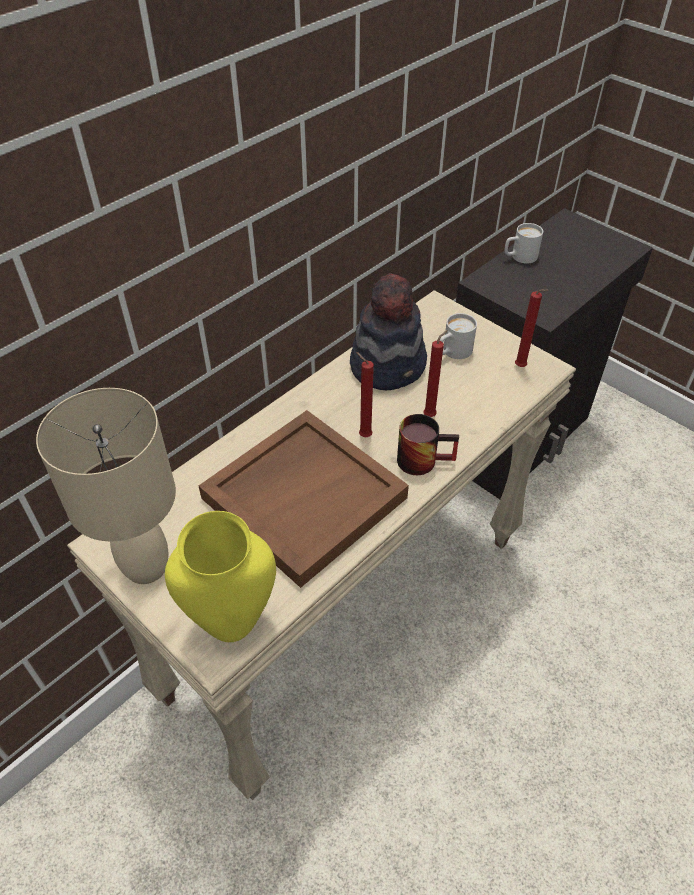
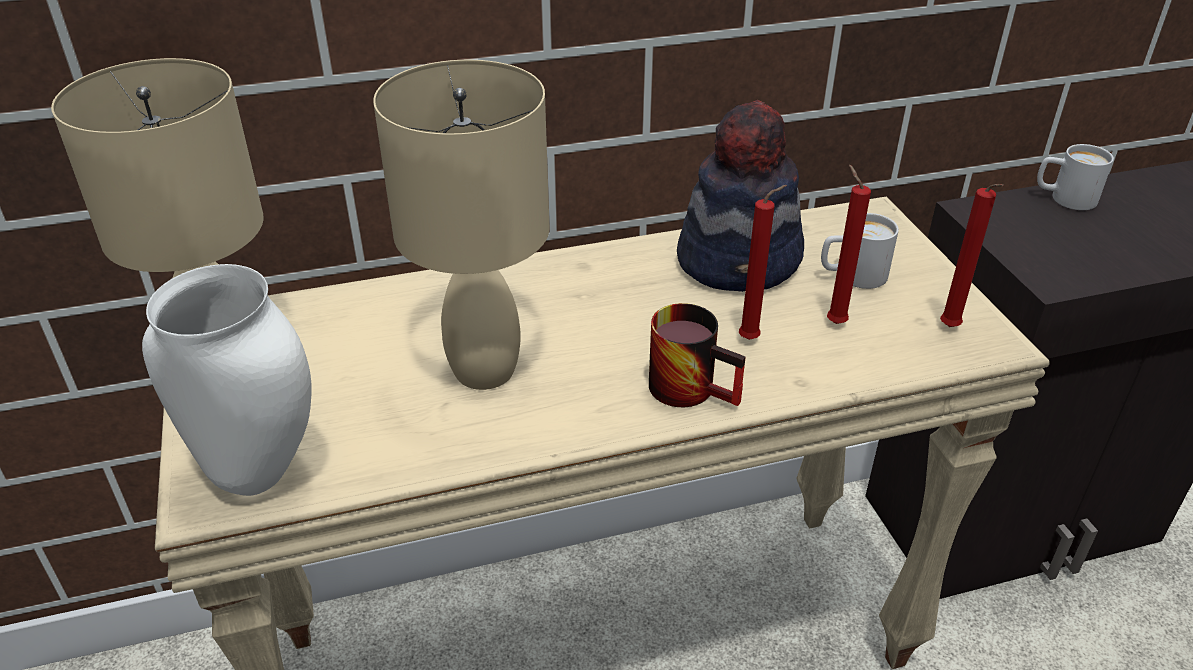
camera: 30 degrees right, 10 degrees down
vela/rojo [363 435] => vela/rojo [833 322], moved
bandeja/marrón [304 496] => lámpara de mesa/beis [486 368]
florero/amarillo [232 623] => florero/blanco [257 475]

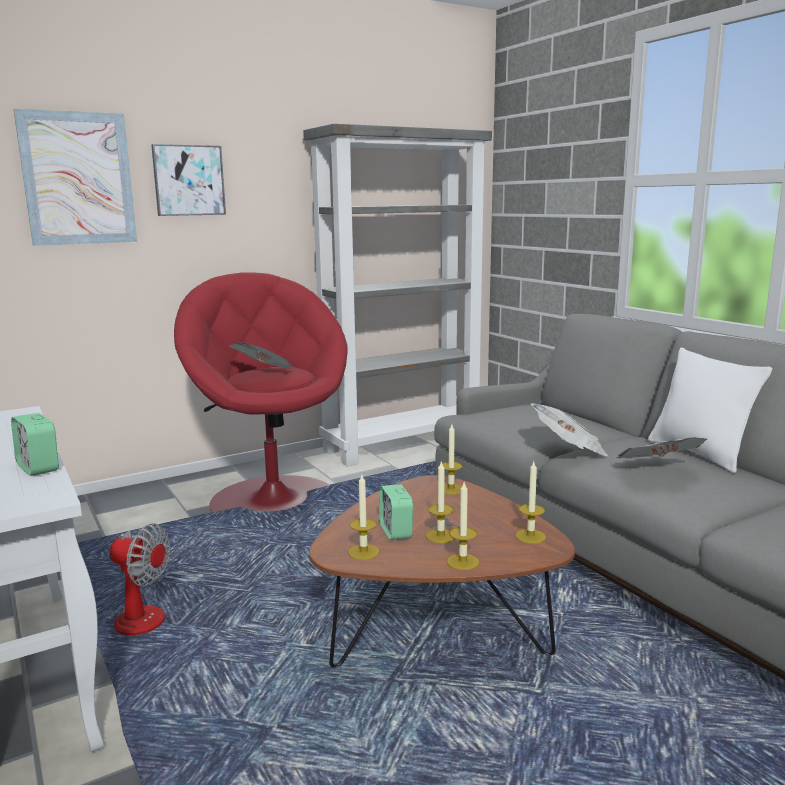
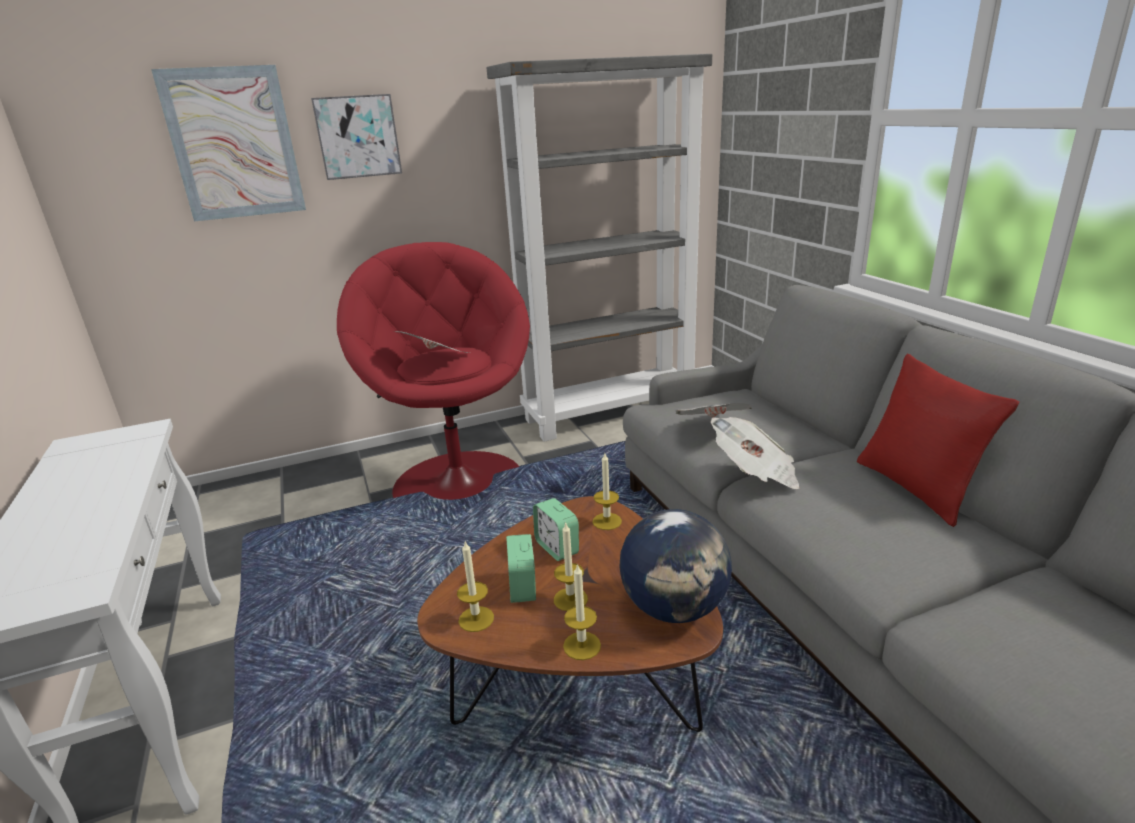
camera: 10 degrees right, 10 degrees up
ventilador [139 613] => nothing
despertador [38 468] => despertador [557 547], moved
periódico [657 470] => periódico [711 429], moved
vela [530 536] => globo terráqueo [674 608]
cojín/blanco [699 453] => cojín/rojo [916 488]

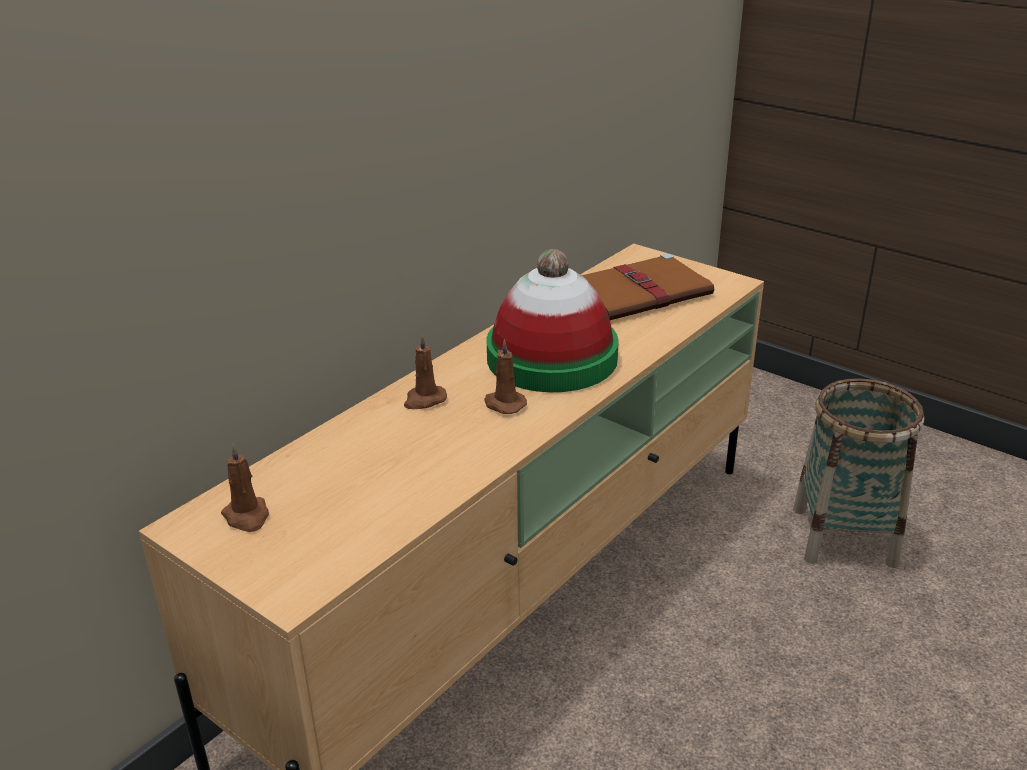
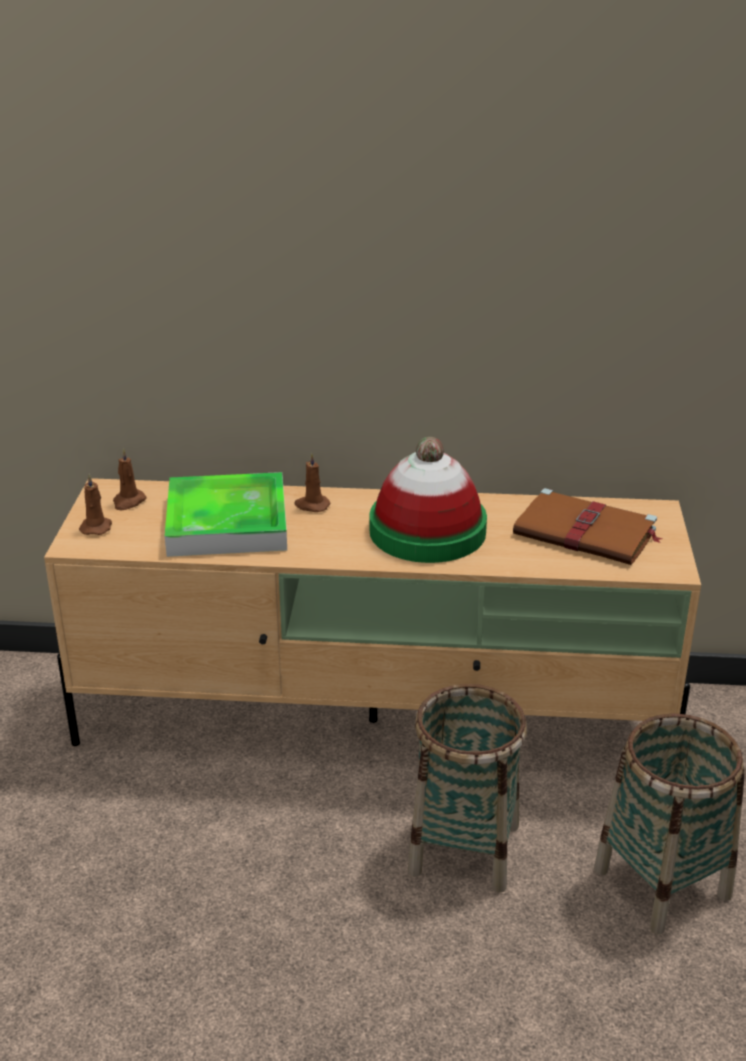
camera: 55 degrees right, 0 degrees up
nothing => bandeja [227 522]
nothing => cesta [464 849]
vela/marrón [503 404] => vela/marrón [96 527], moved

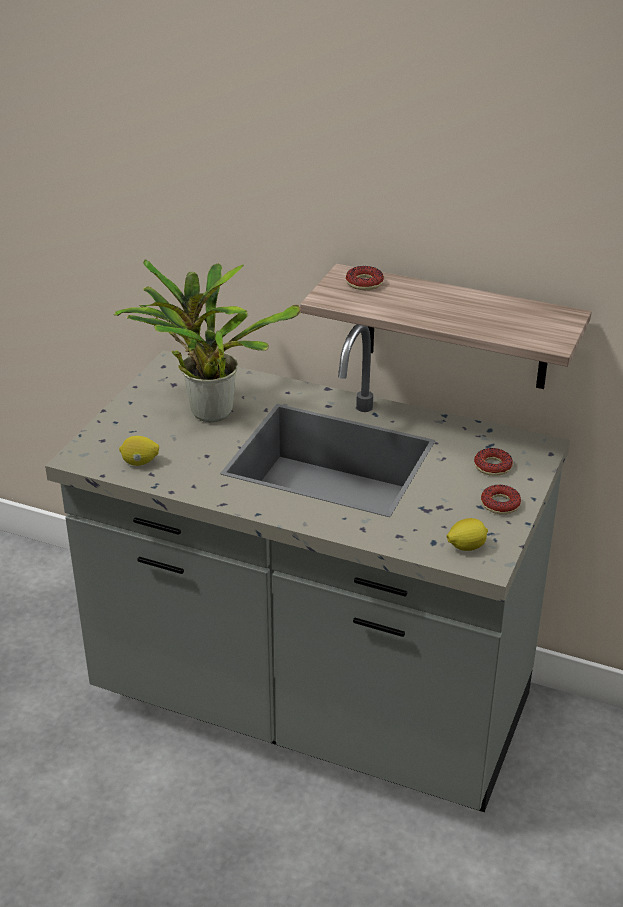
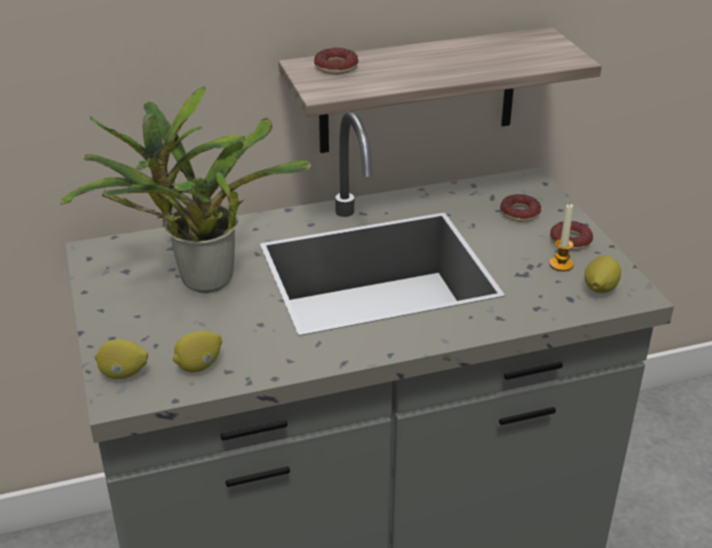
camera: 40 degrees left, 0 degrees up
nothing => limón [123 374]
nothing => vela [561 264]

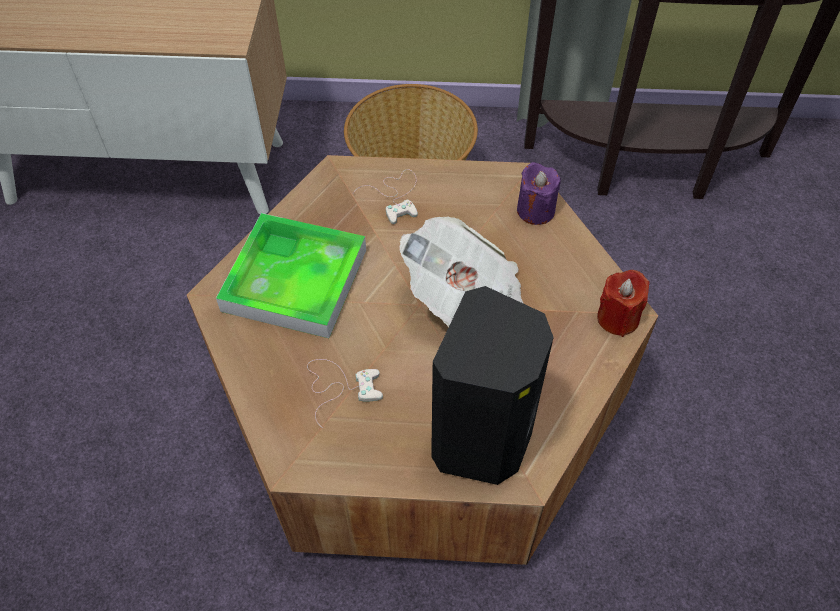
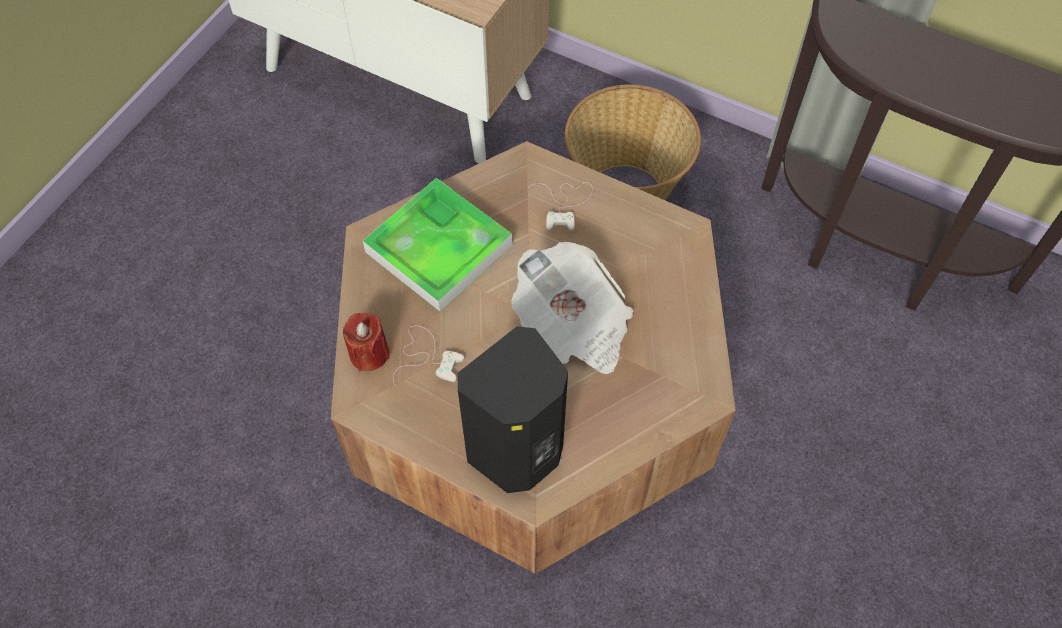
camera: 25 degrees right, 5 degrees up
vela/morado [535 210] => nothing
vela/rojo [618 318] => vela/rojo [369 353], moved

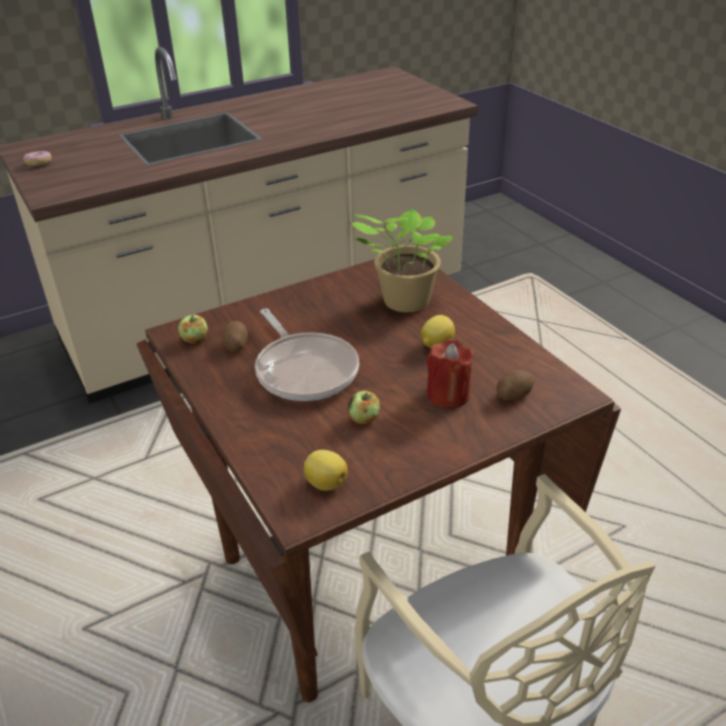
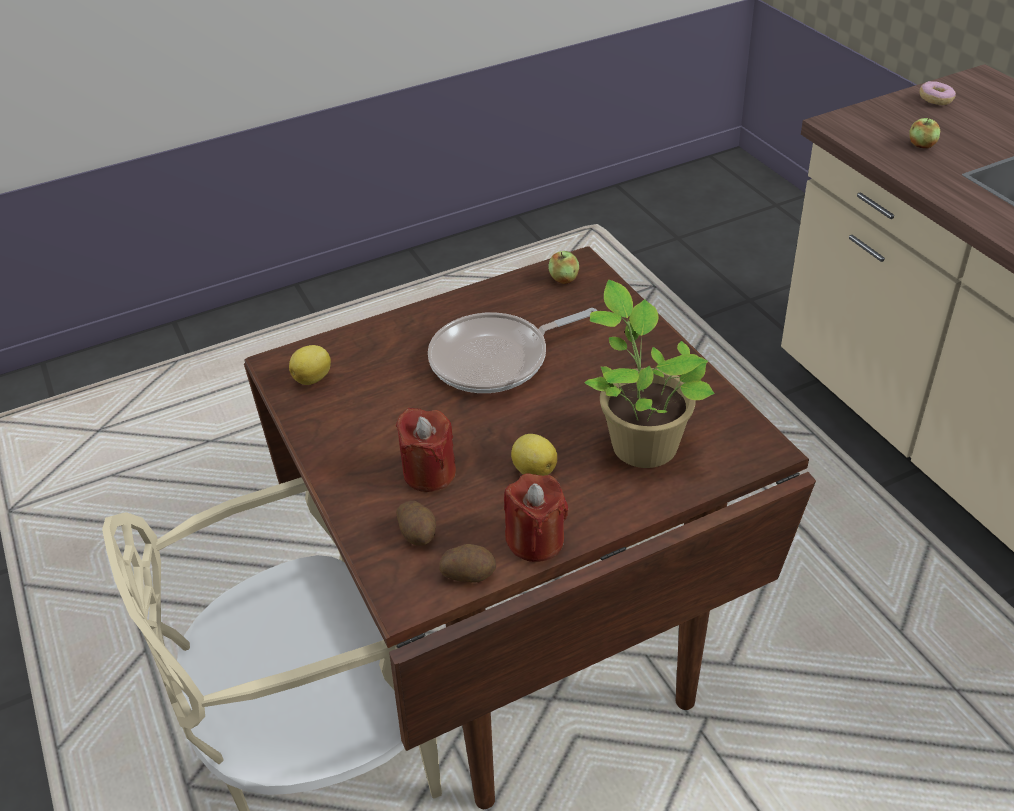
camera: 95 degrees right, 5 degrees up
nothing => vela/rojo [536 540]
patata [235 345] => patata [468 573], moved
manzana [364 419] => manzana [921 145], moved

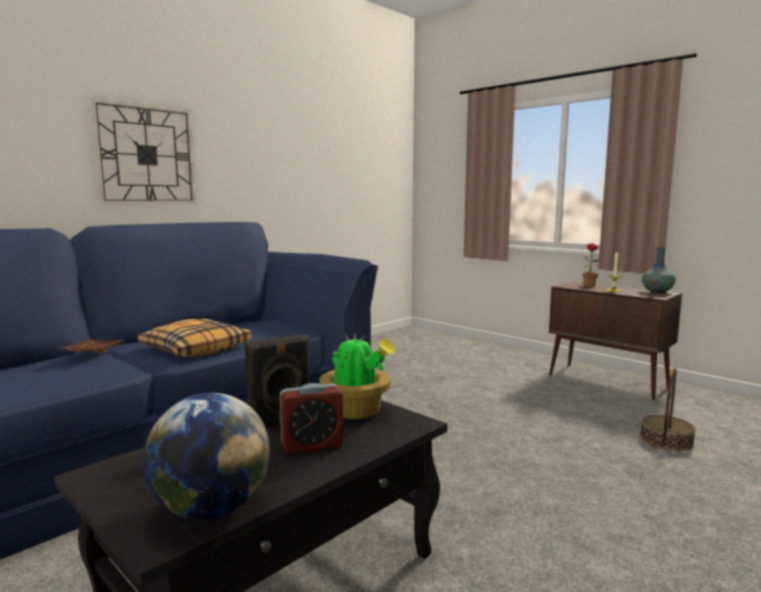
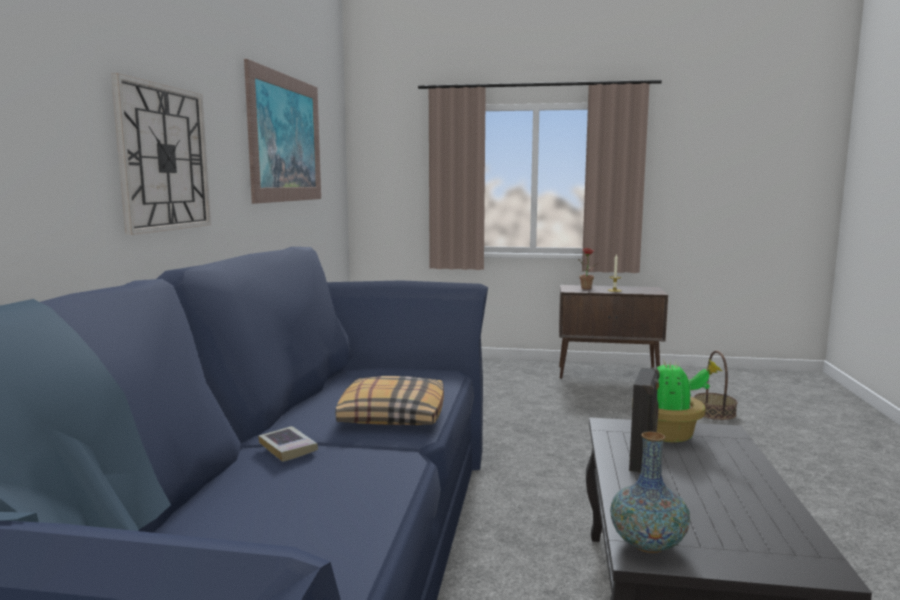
camera: 35 degrees left, 0 degrees up
globo terráqueo [211 509] => nothing
despertador [312 445] => nothing
nothing => cuadro [286 139]
florero [657 292] => florero [648 544], moved
bandeja/marrón [93 353] => libro [288 448]

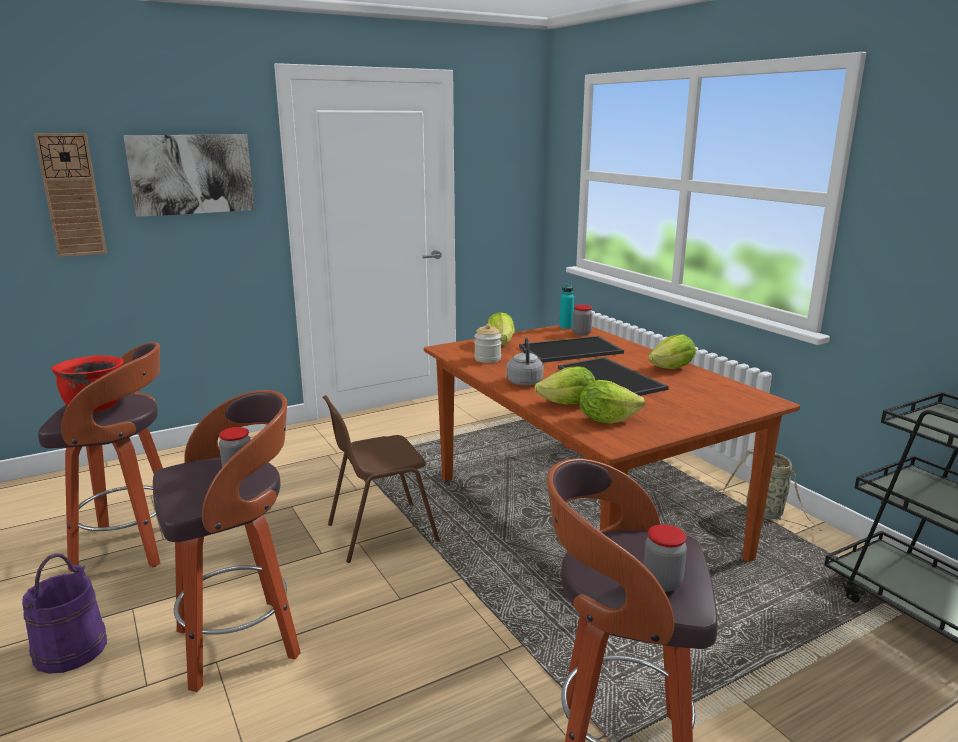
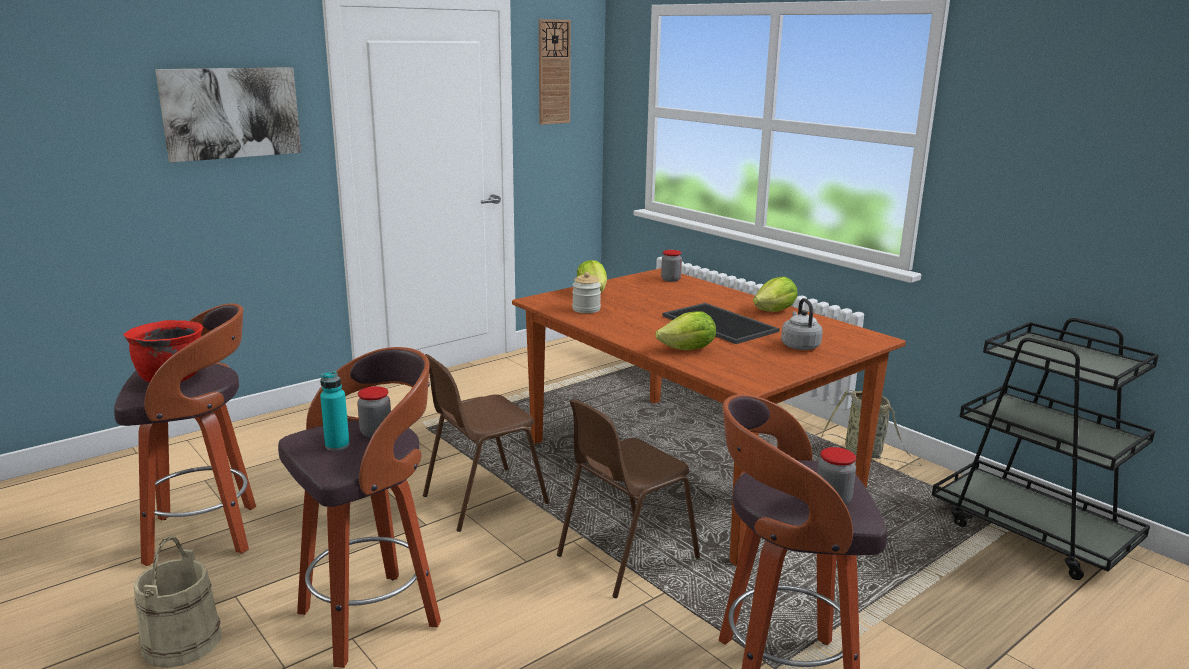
camera: 10 degrees left, 0 degrees up
bandeja [570 350] => nothing
lechuga [606 420] => nothing
nothing => silla/marrón [625 556]
reloj de pared [71 195] => reloj de pared [553 72], moved
hervidor/gris [524 381] => hervidor/gris [799 345], moved
botella/turquesa [566 327] => botella/turquesa [337 445], moved
cubo/morado [70 649] => cubo/beis [181 642]

